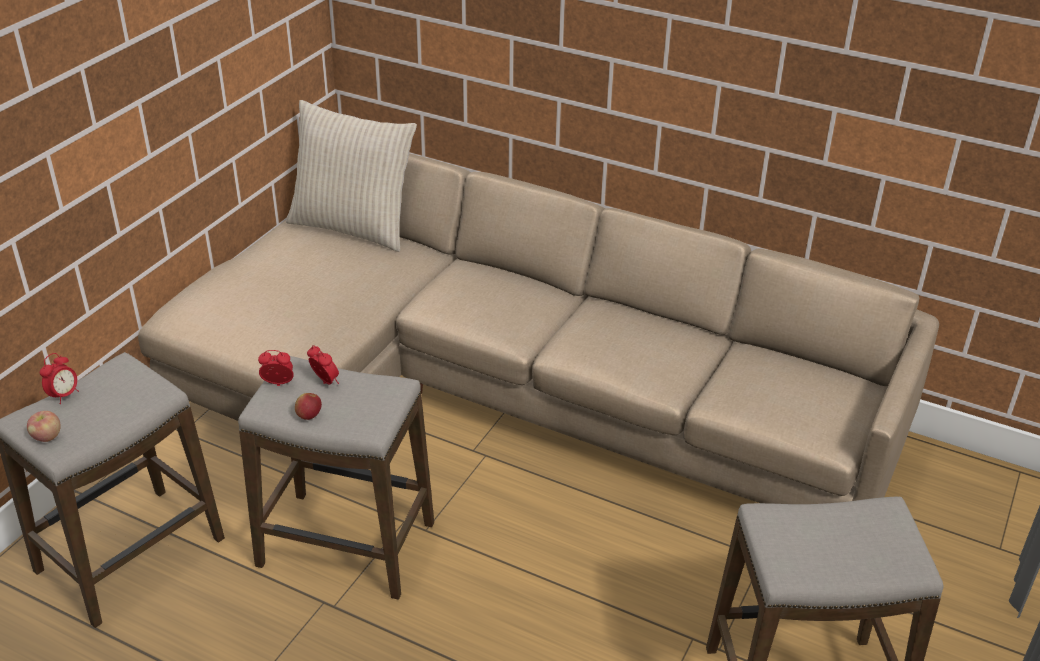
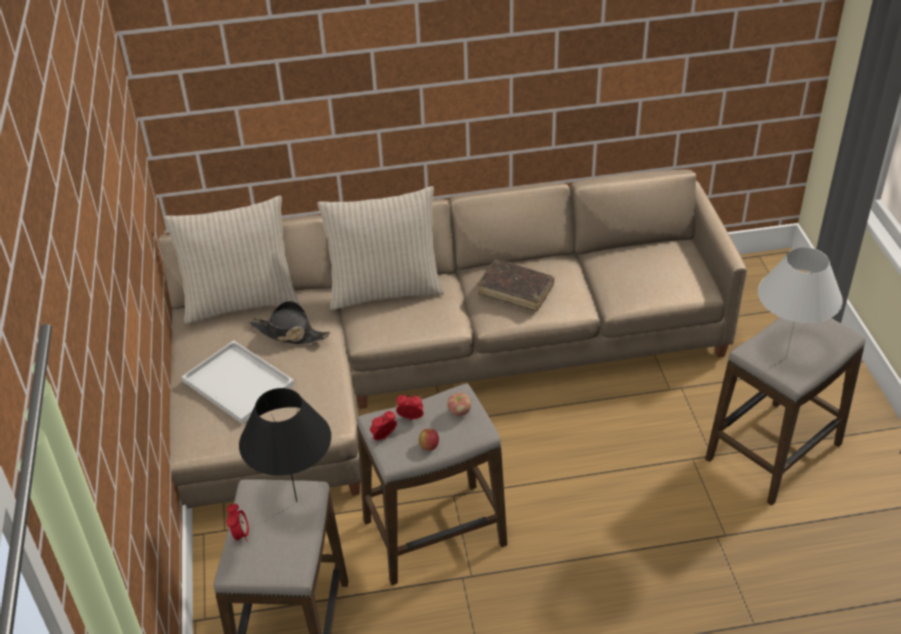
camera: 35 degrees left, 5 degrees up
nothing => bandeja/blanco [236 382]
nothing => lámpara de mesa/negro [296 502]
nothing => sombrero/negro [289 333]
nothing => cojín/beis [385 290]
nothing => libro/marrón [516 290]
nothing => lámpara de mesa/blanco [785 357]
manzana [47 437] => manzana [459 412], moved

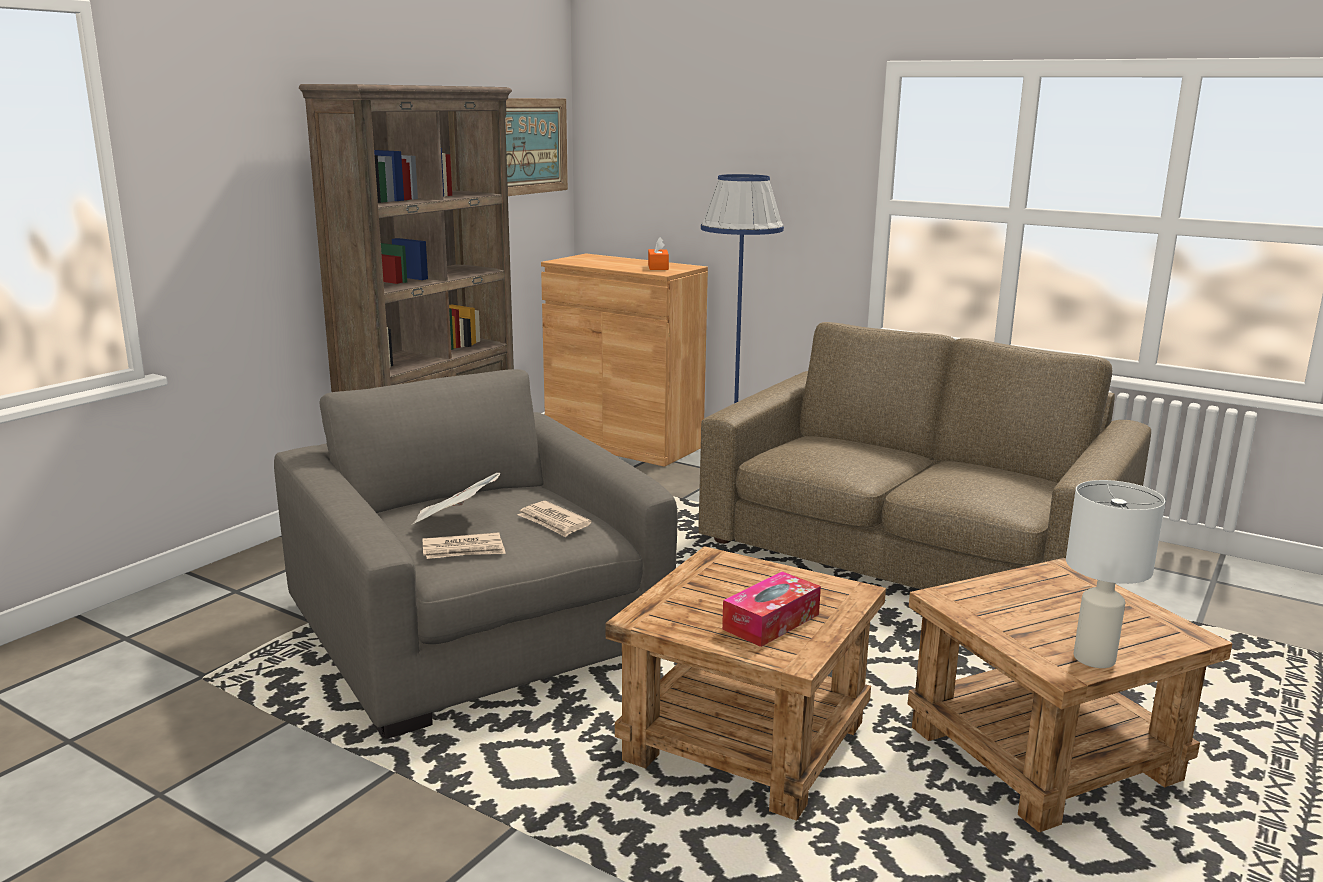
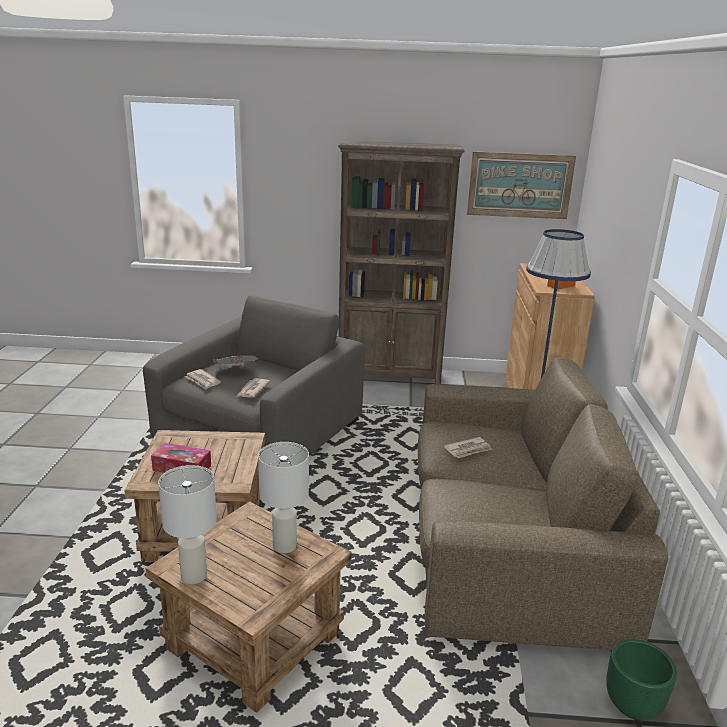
camera: 60 degrees right, 5 degrees up
nothing => lámpara de mesa/blanco [284 546]
nothing => periódico [468 450]
nothing => maceta/verde [633 706]

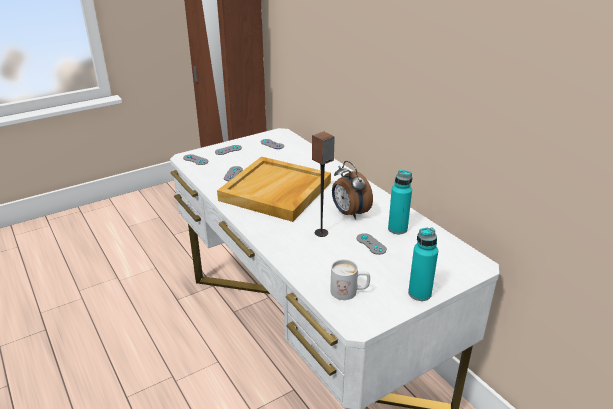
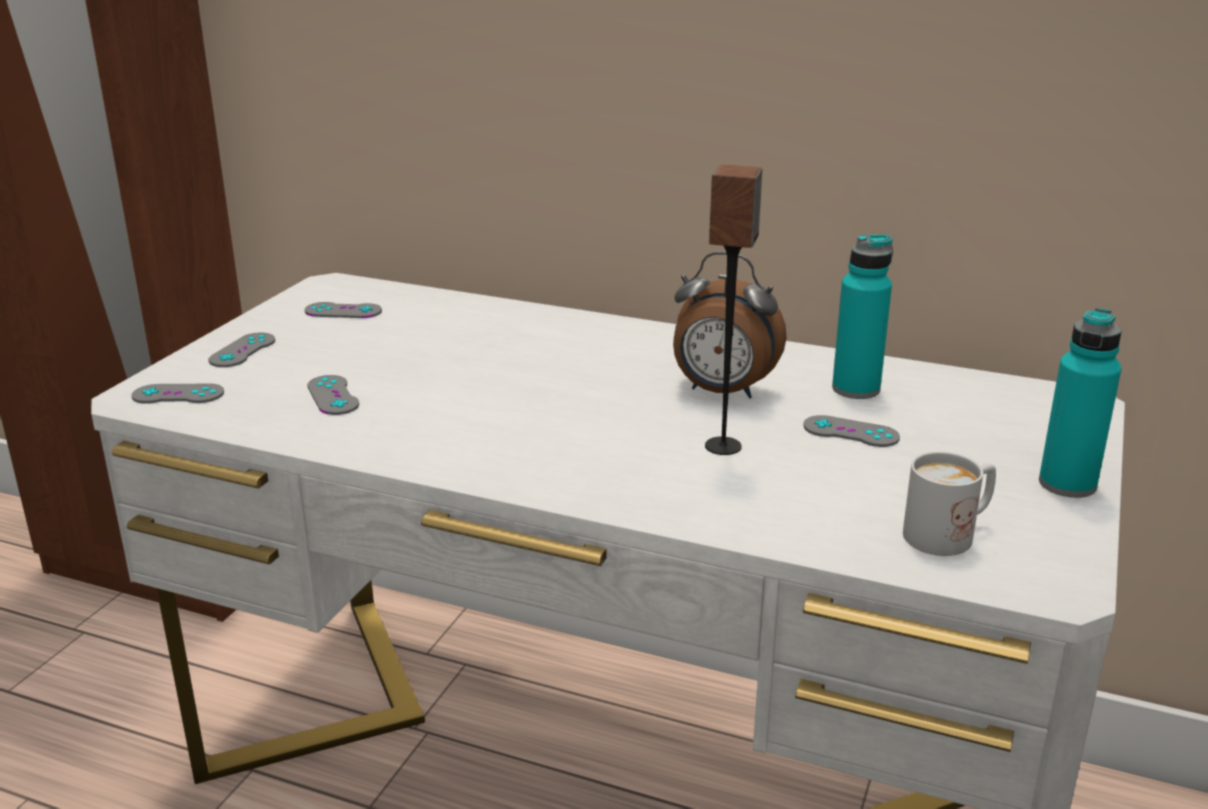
camera: 35 degrees left, 5 degrees down
bandeja/beis [276 192] => nothing

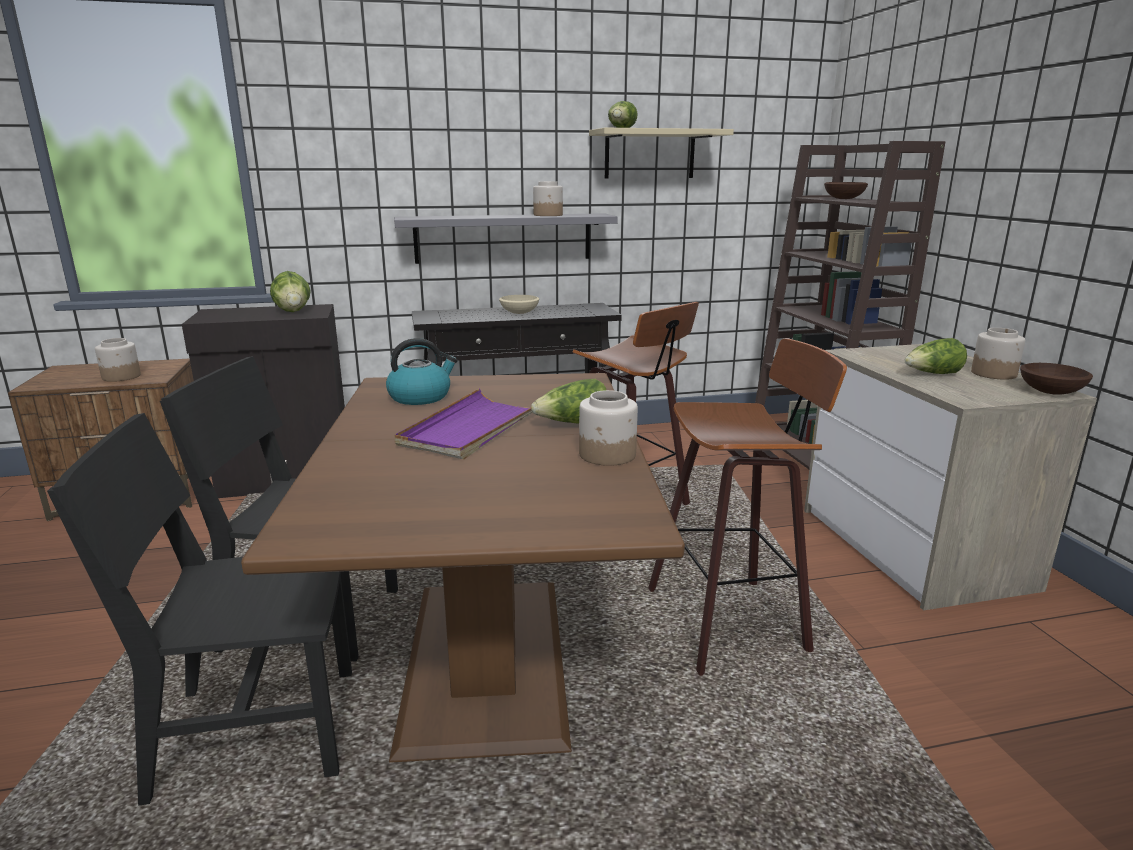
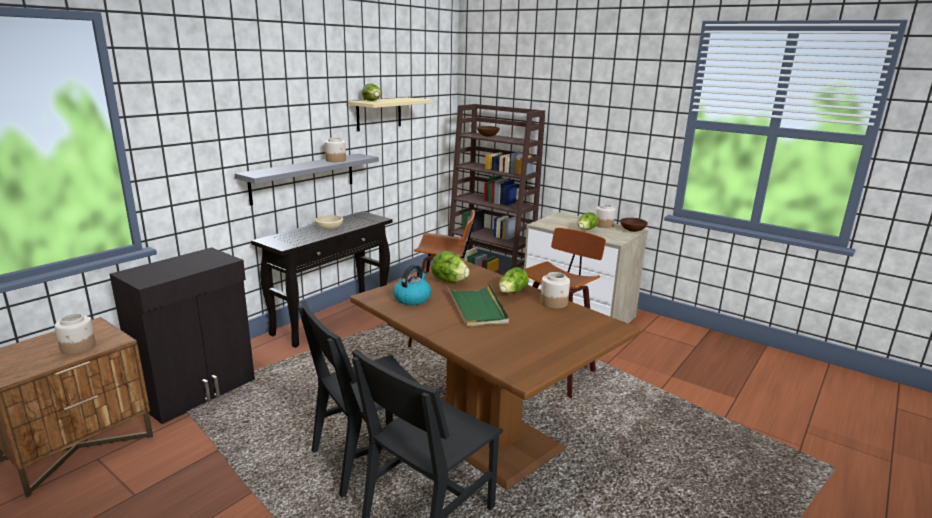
camera: 40 degrees left, 0 degrees up
lechuga [293 311] => lechuga [449 281], moved
bandeja/morado [473 428] => bandeja/verde [477 307]

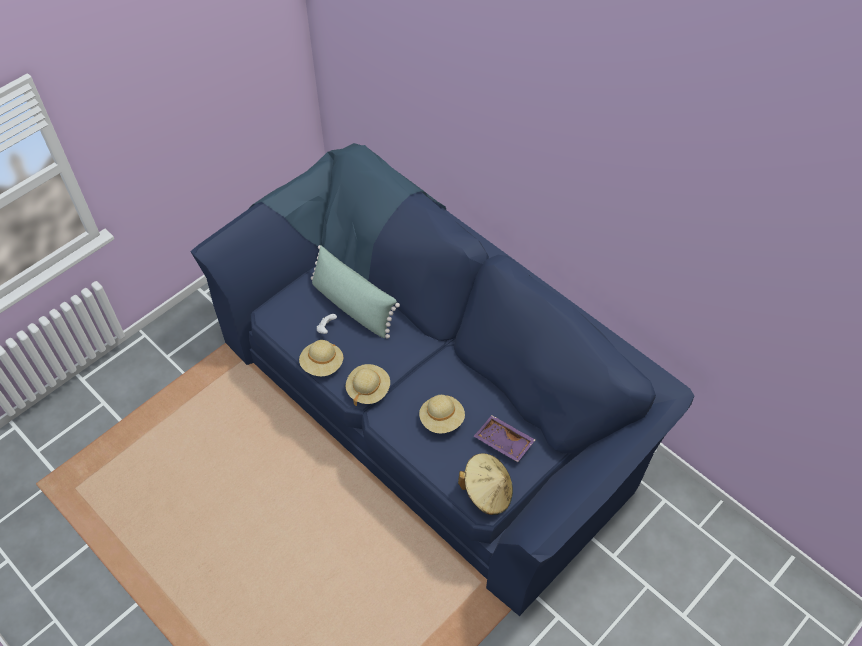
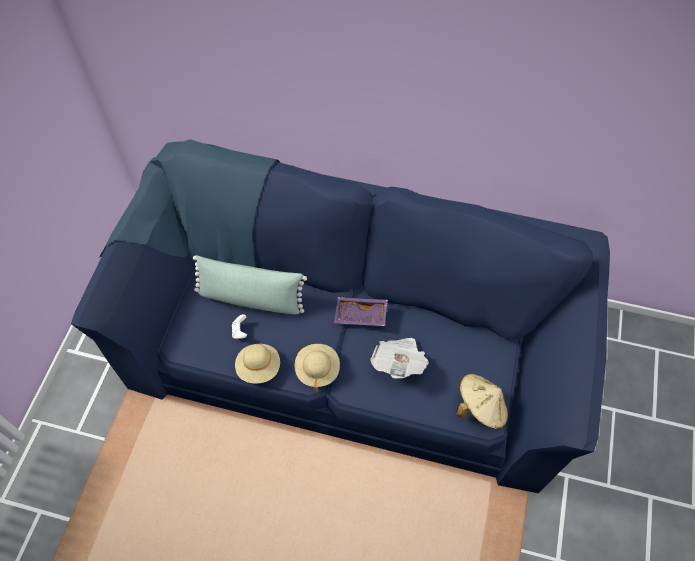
camera: 30 degrees left, 5 degrees up
bandeja/morado [503 442] => bandeja/morado [360 316], moved
sombrero/beis [442 419] => periódico [399 363]

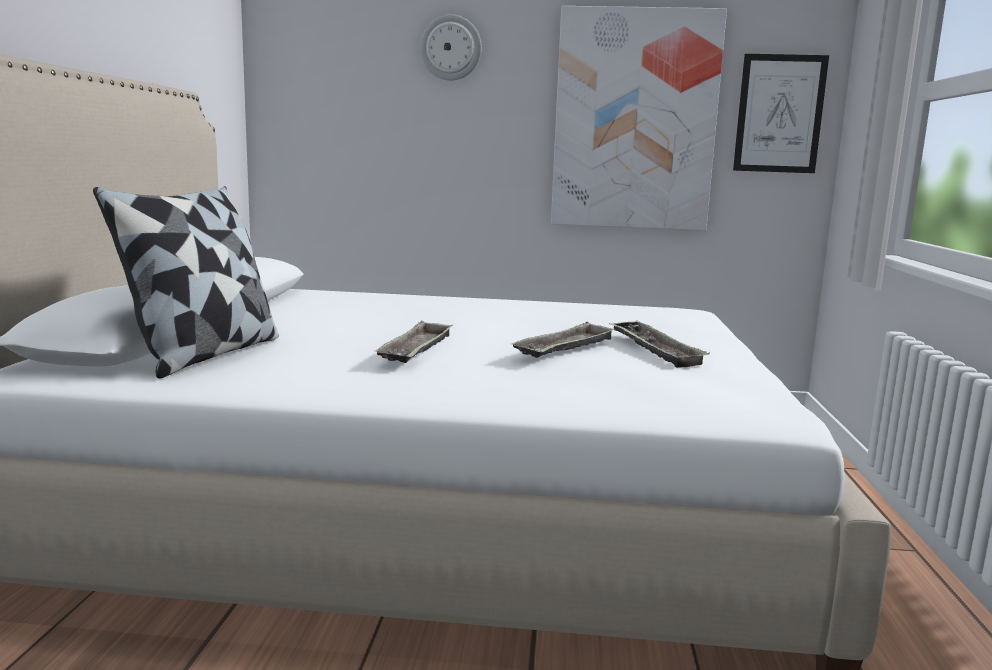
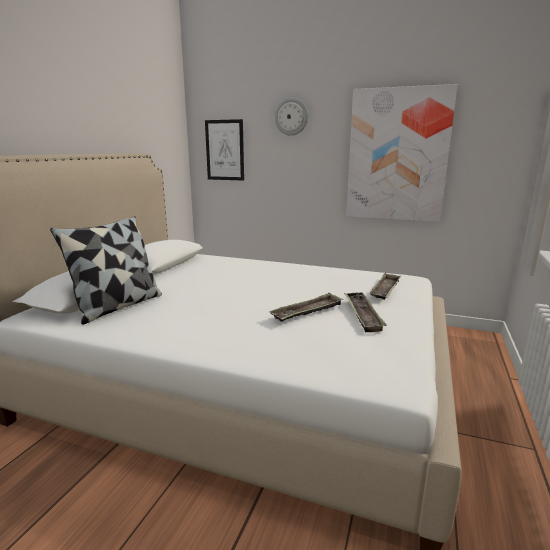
camera: 15 degrees right, 5 degrees up
bandeja [417 349] => bandeja [385 290], moved
cuadro [779 114] => cuadro [225 150], moved

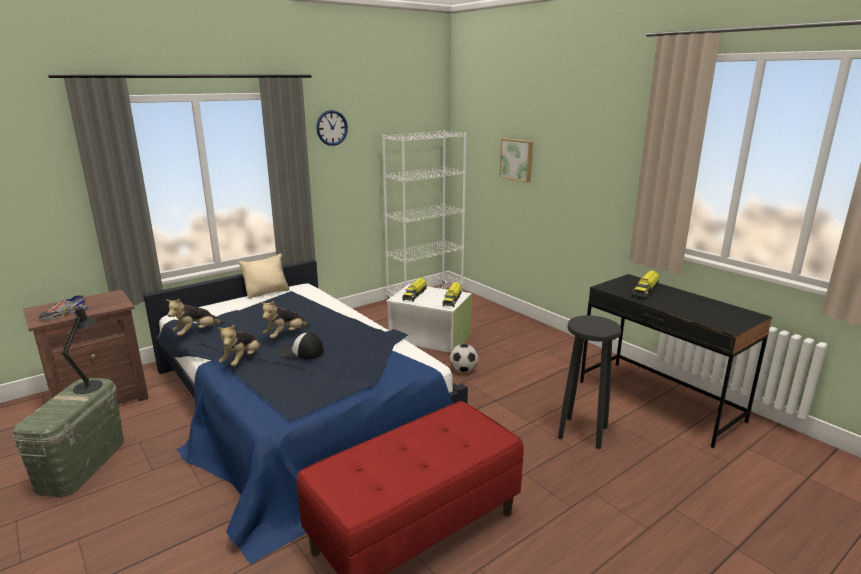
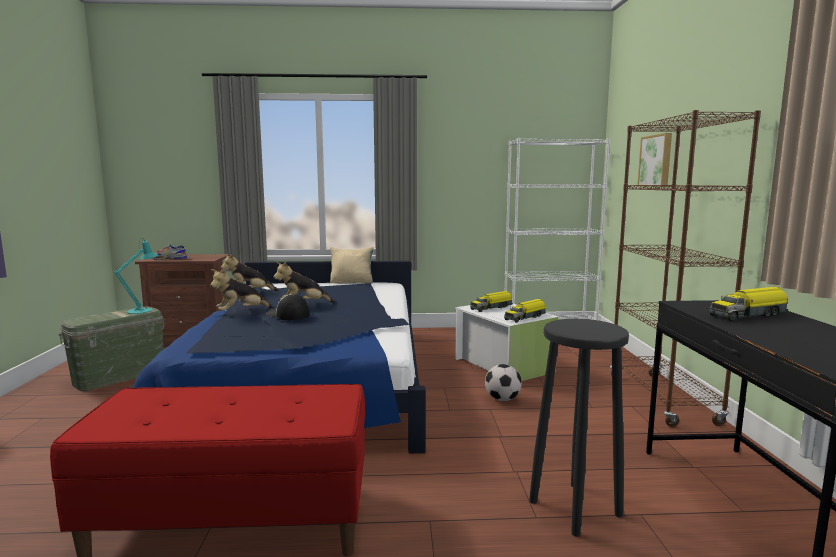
camera: 35 degrees right, 10 degrees down
reloj de pared [332 128] => nothing
nothing => estantería/marrón [662 399]
lámpara de mesa/negro [90 385] => lámpara de mesa/turquesa [143 310]

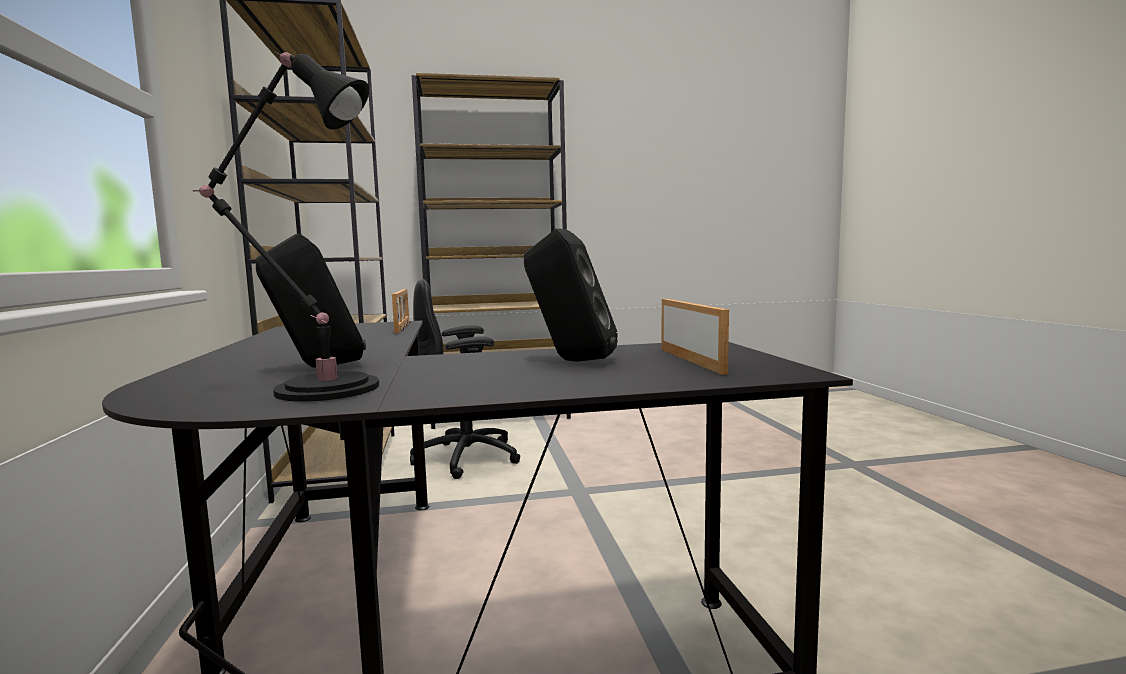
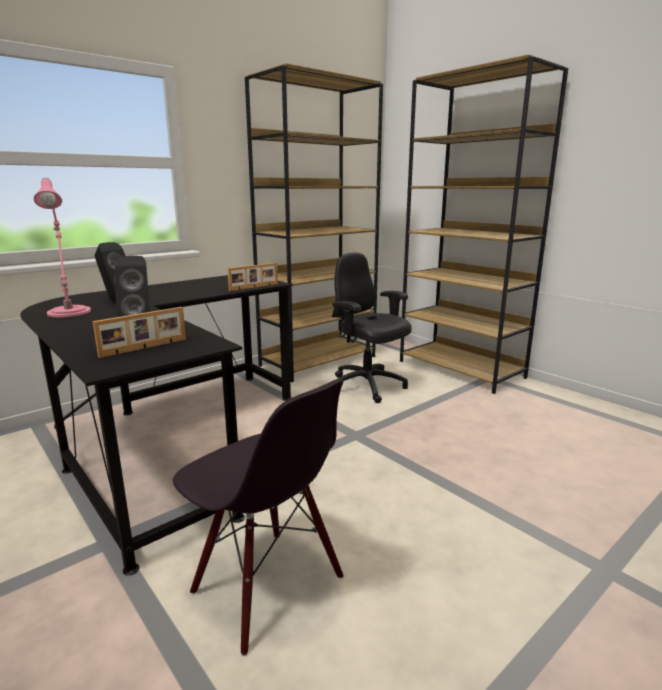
camera: 60 degrees right, 10 degrees up
nothing => silla/negro [266 586]
lámpara de mesa/negro [319 389] => lámpara de mesa/rosa [69 311]

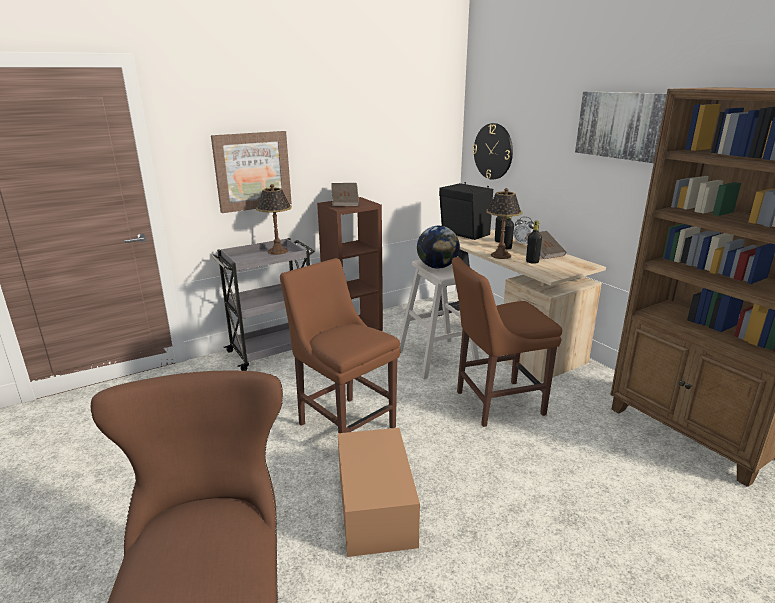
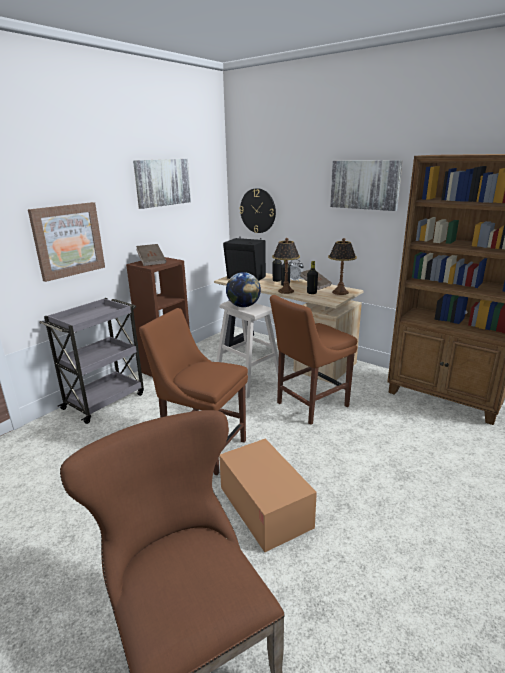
camera: 20 degrees left, 0 degrees up
nothing => cuadro [162 182]
lámpara de mesa [277 251] => lámpara de mesa [340 292], moved

